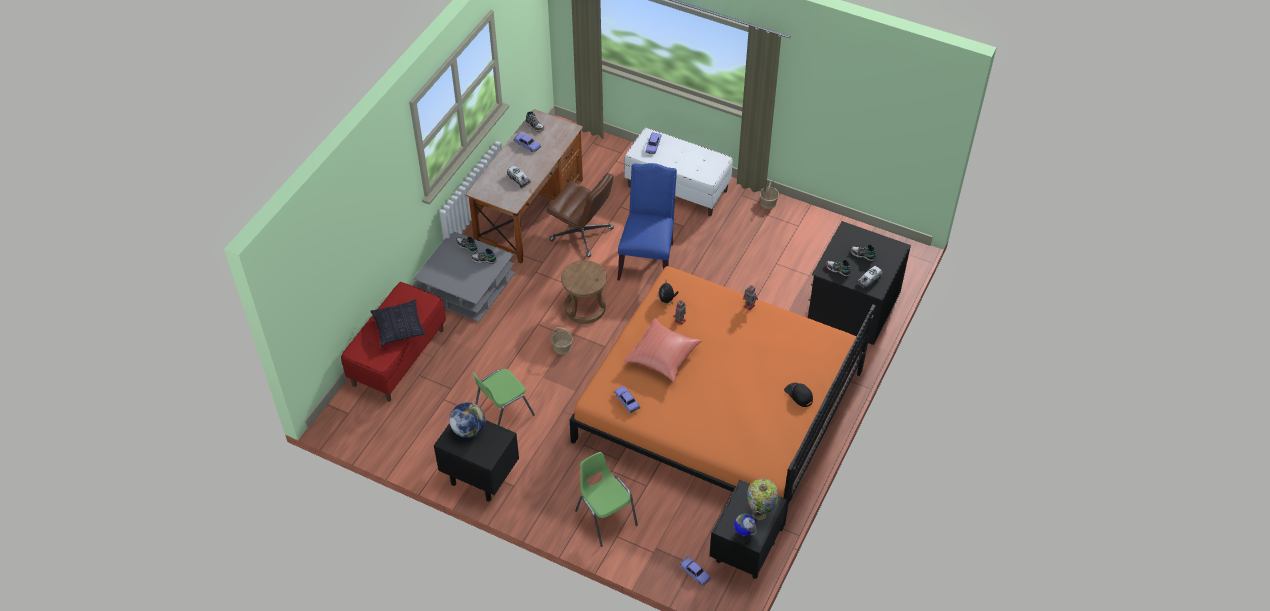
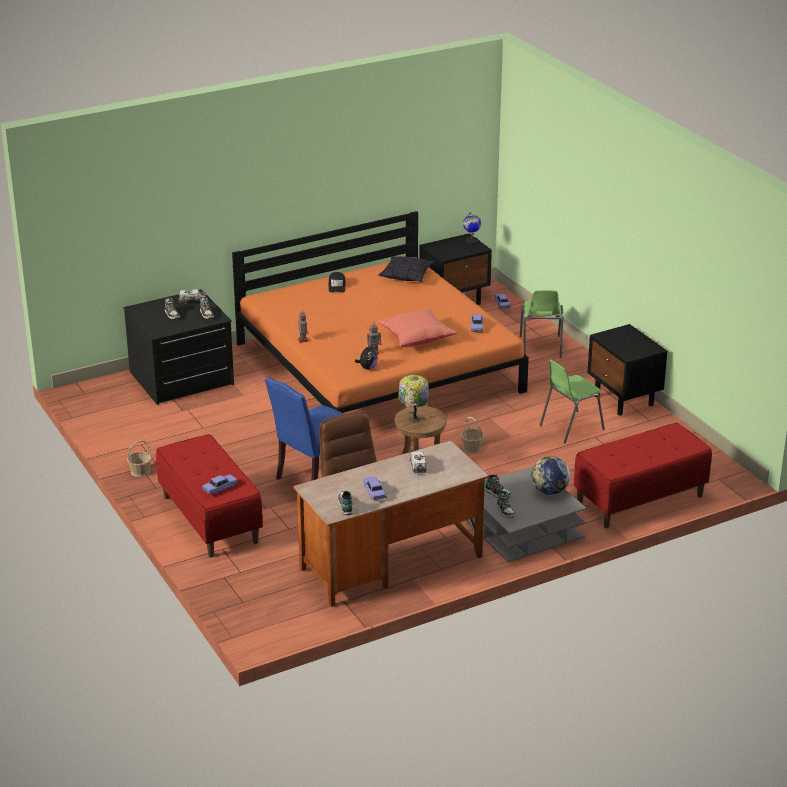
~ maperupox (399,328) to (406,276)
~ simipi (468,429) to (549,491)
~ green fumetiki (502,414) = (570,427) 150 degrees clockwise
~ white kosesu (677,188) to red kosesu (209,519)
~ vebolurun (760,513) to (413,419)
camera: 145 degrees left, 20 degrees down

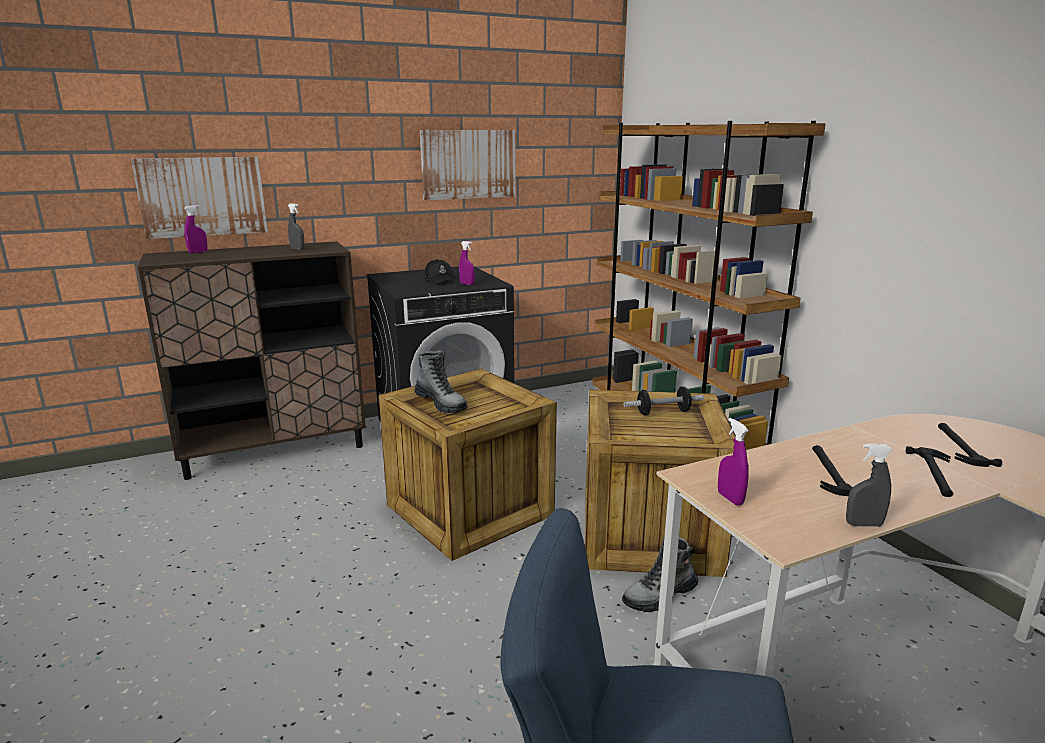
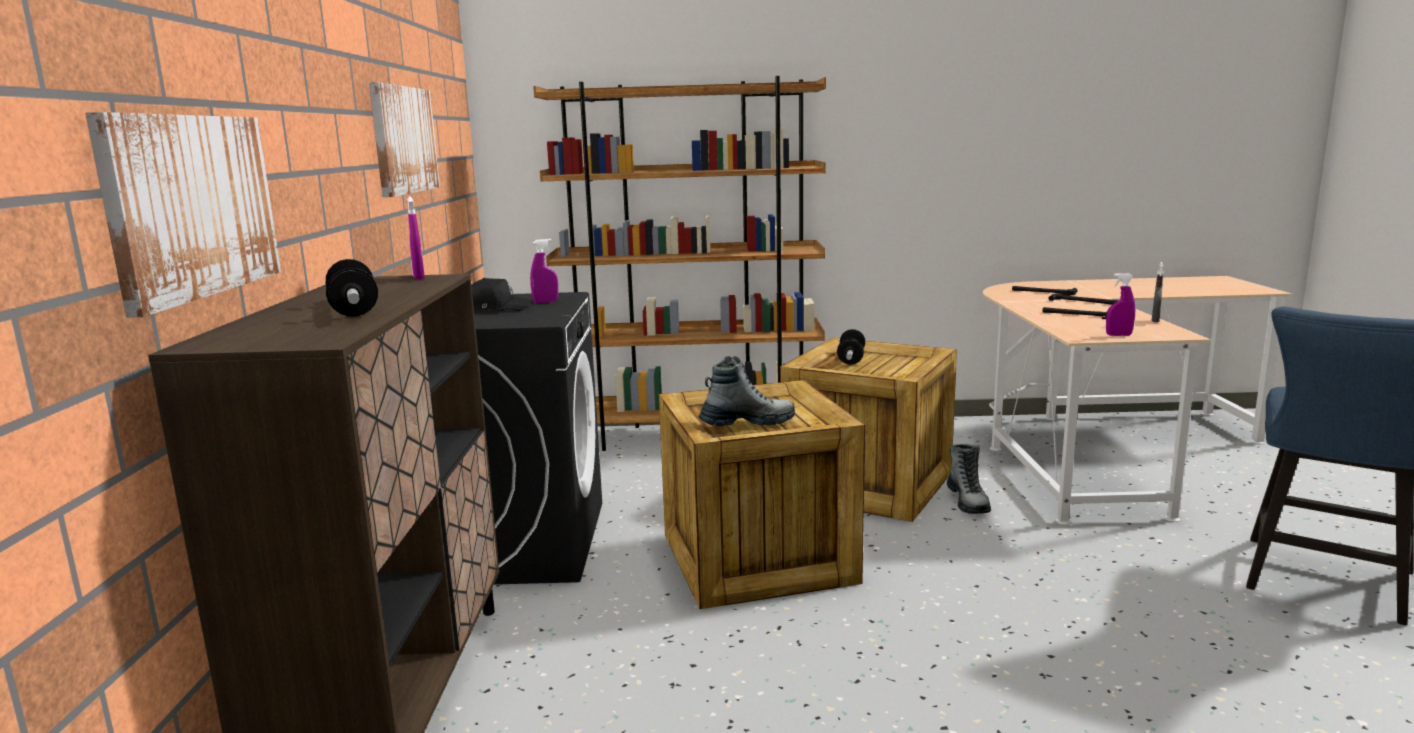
~ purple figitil (198,252) to (419,277)
- grey figitil (297,249)
+ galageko (354,309)
camera: 65 degrees left, 5 degrees down

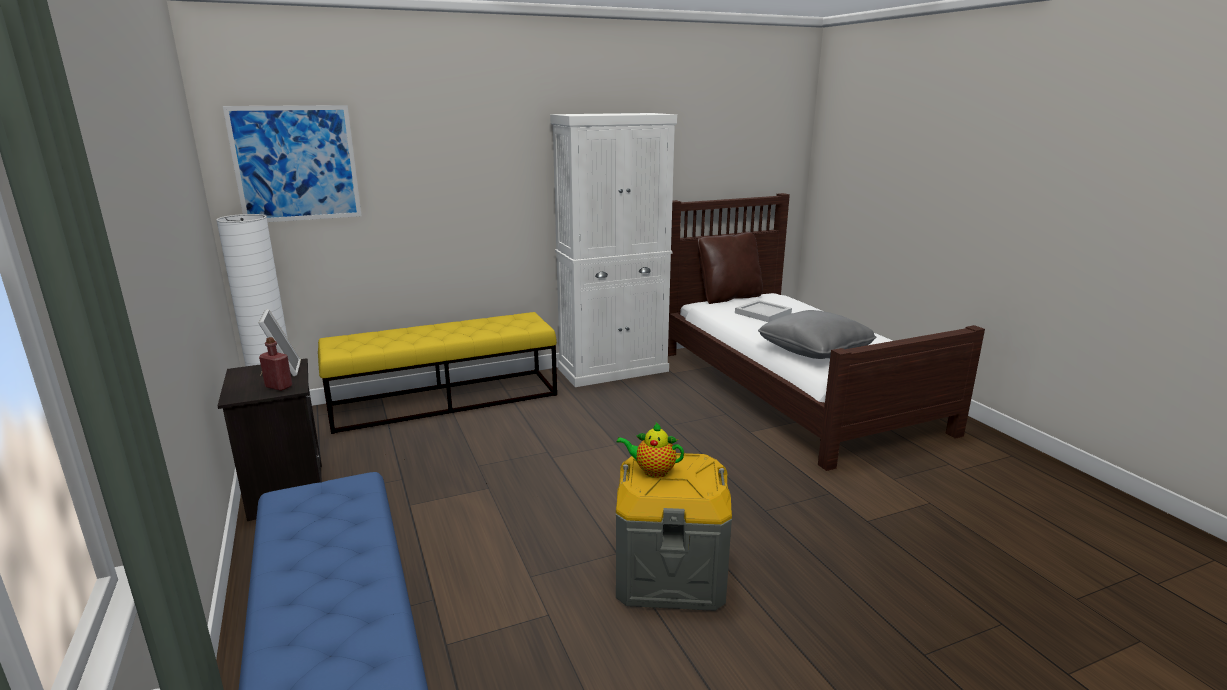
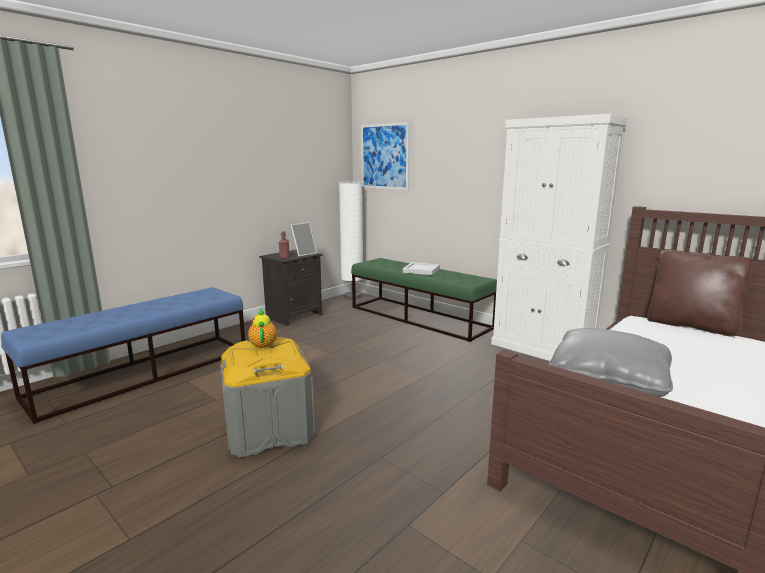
~ yellow kosesu (445,400) to green kosesu (419,317)
~ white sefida (762,313) to (421,270)
camera: 65 degrees right, 5 degrees down

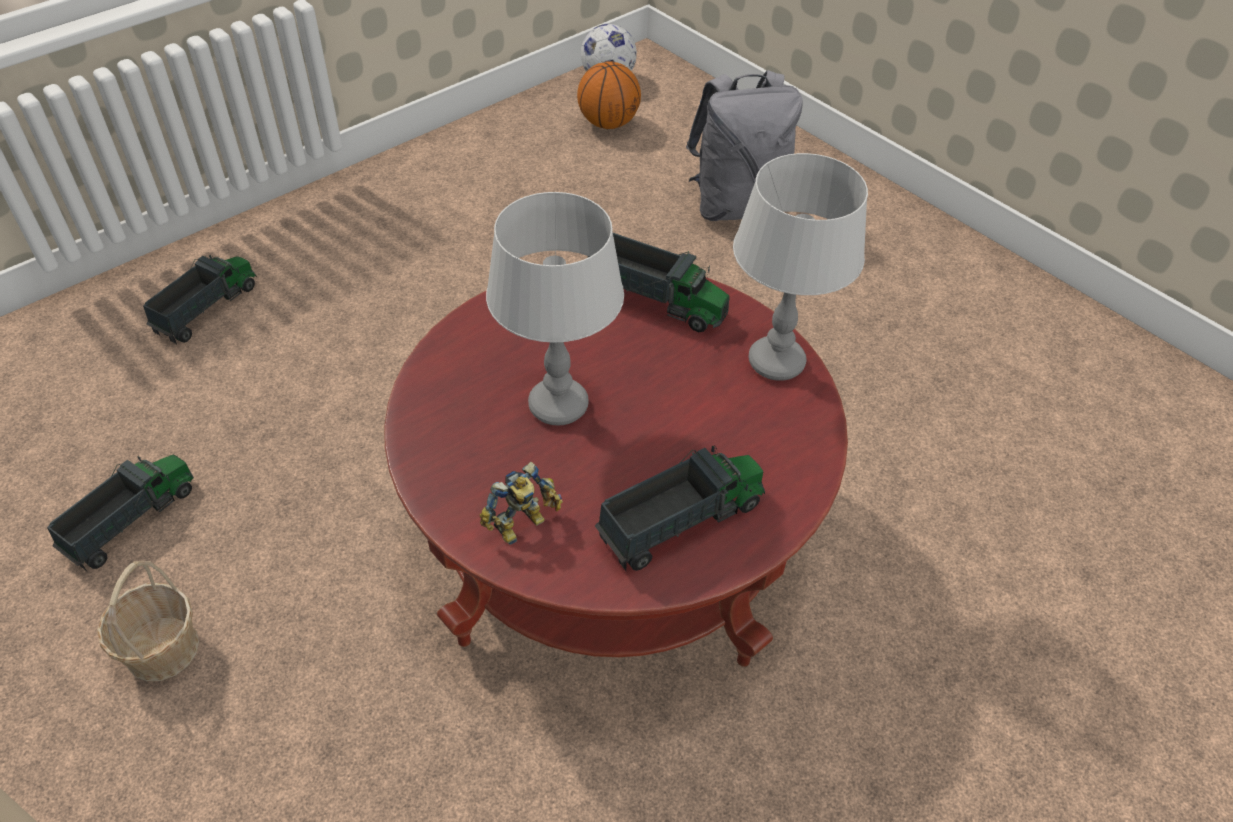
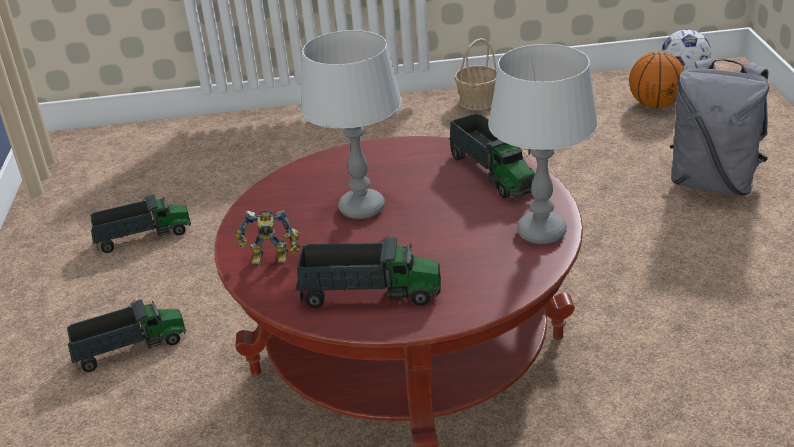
~ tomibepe (161,649) to (477,102)
~ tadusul (207,309) to (129,348)
camera: 40 degrees right, 15 degrees down

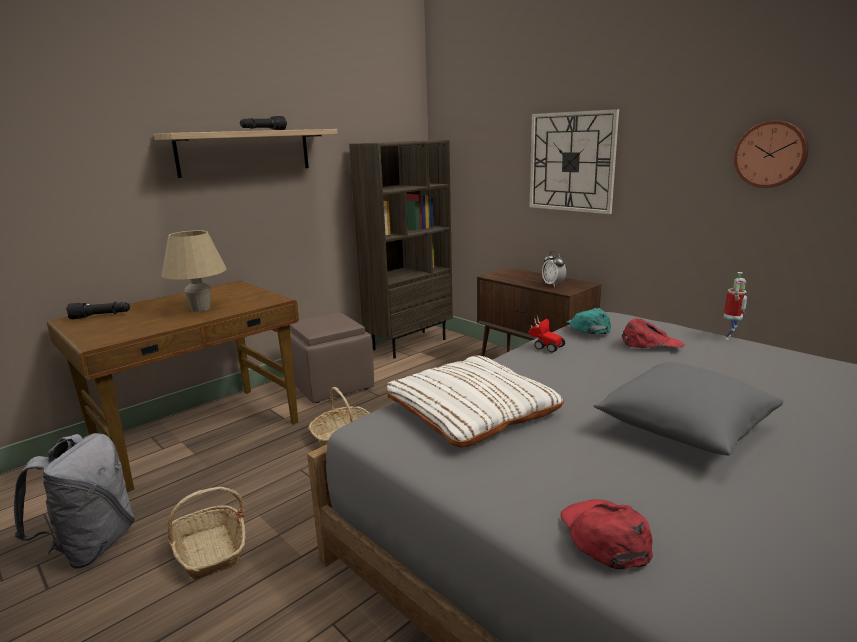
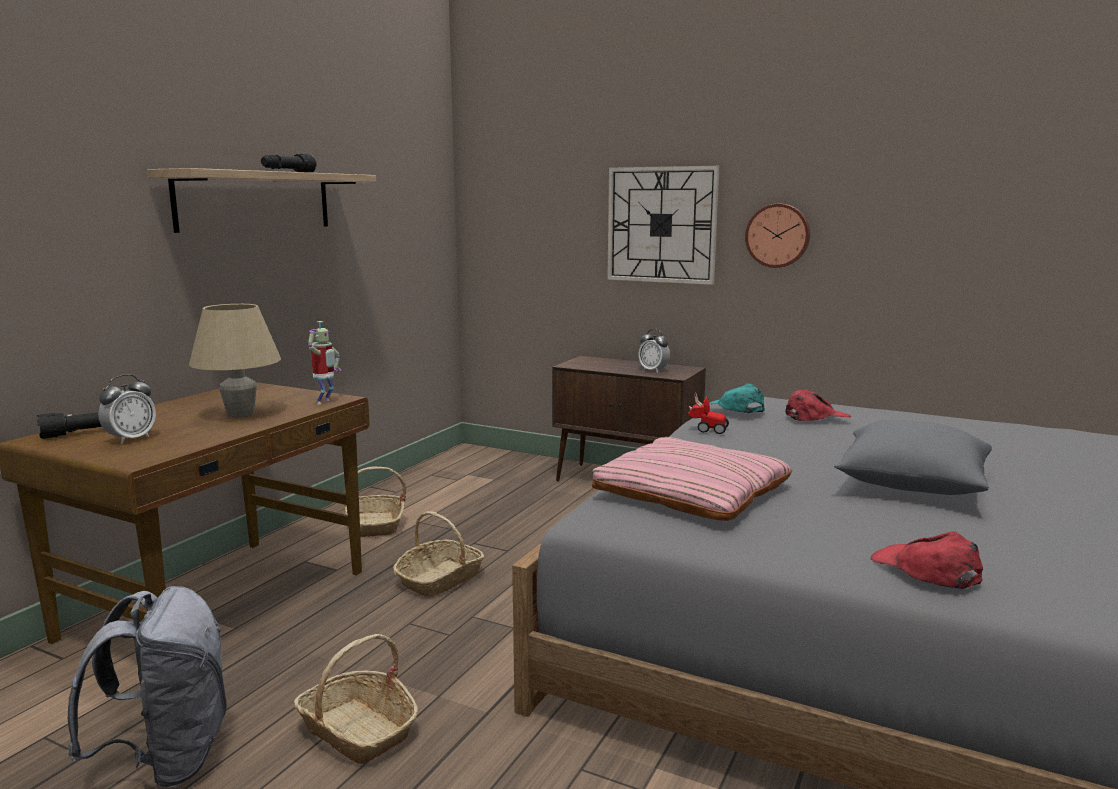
~ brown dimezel (331,386) to tomibepe (375,525)
- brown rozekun (409,344)
~ white maperupox (472,409) to pink maperupox (692,491)
~ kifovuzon (730,338) to (325,402)
~ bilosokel (771,154) to (778,235)
+ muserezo (130,439)
camera: 20 degrees left, 5 degrees down

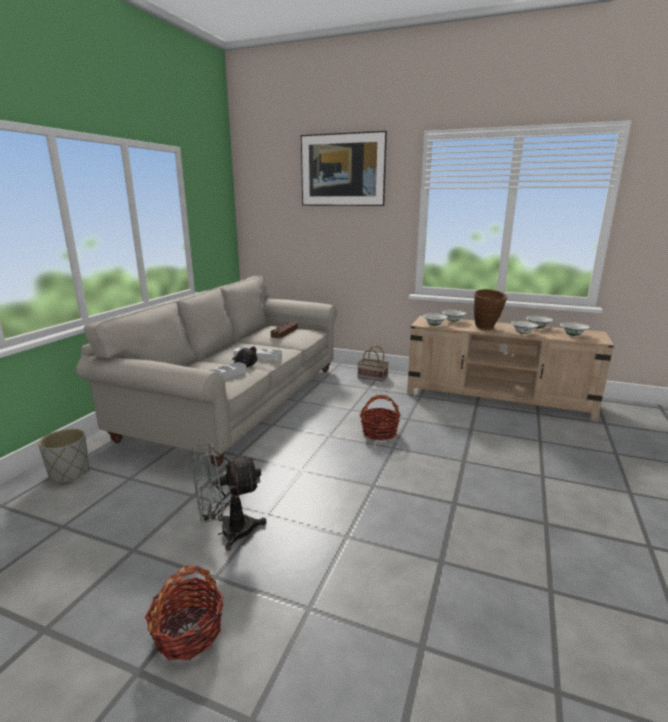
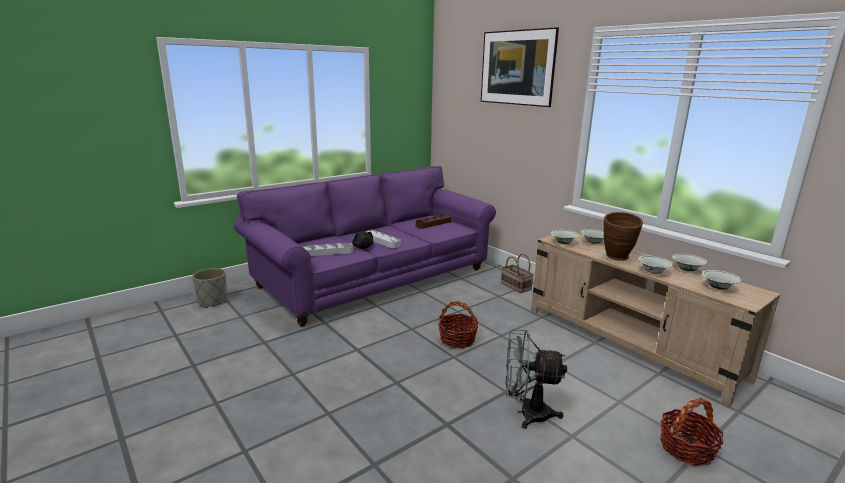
~ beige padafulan (239,400) to purple padafulan (374,278)
~ tomibepe (188,632) to (686,448)
~ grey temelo (228,532) to (526,413)
camera: 30 degrees right, 0 degrees up

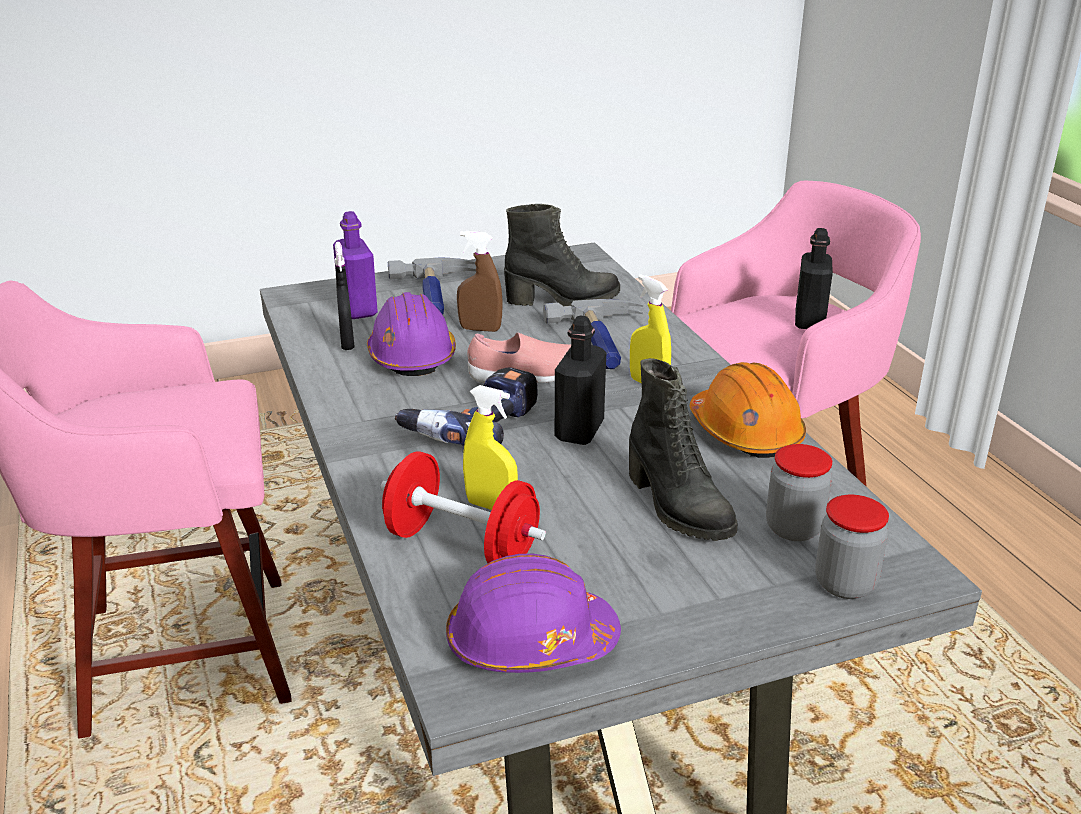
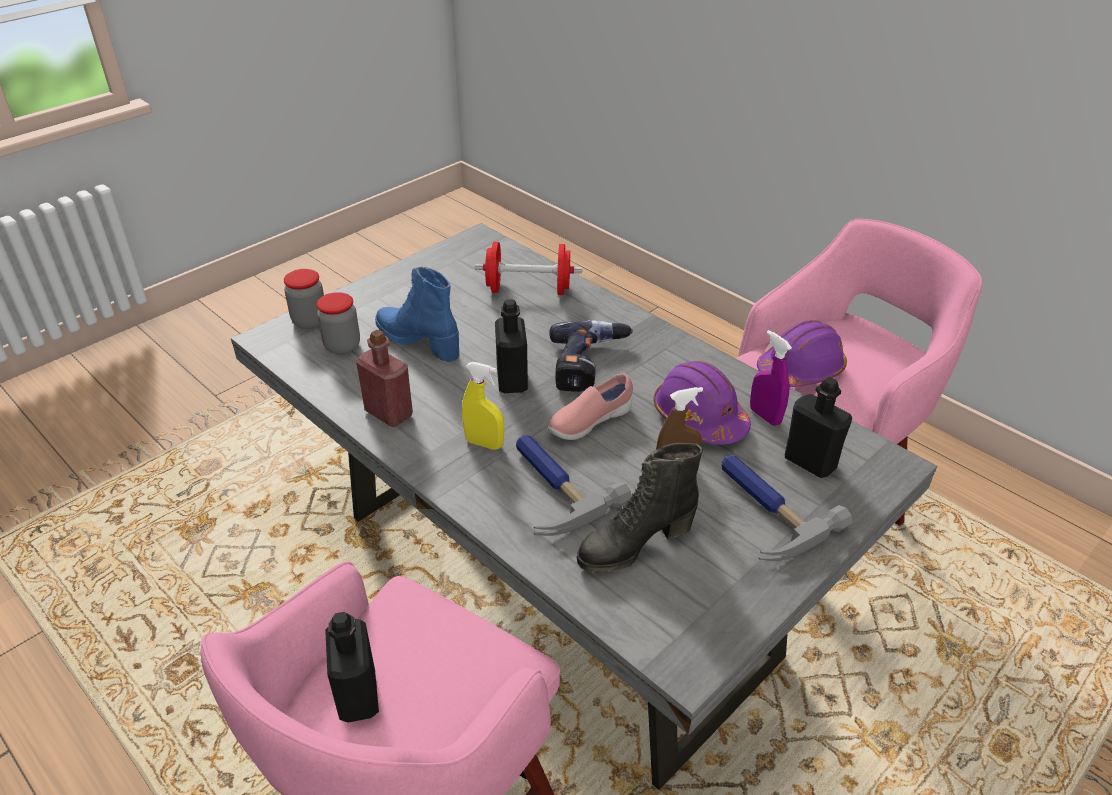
~ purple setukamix (358,309) to black setukamix (810,462)
~ black figitil (347,343) to purple figitil (765,416)
~ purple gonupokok (530,642) to (800,370)
- yellow figitil (491,506)
~ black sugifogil (676,507) to blue sugifogil (419,341)
~ orange gonupokok (745,432) to red setukamix (389,413)
camera: 155 degrees right, 10 degrees up

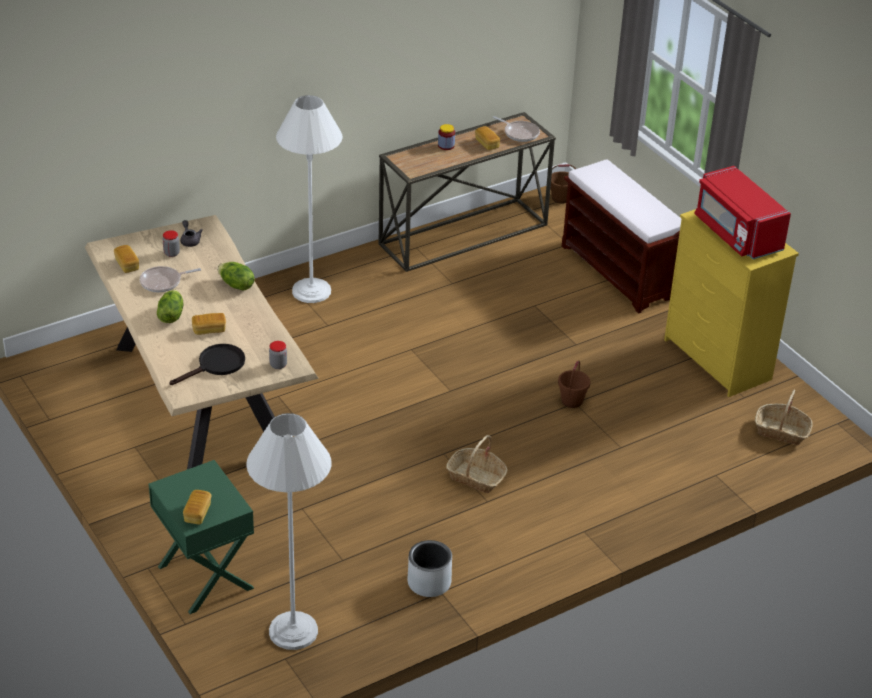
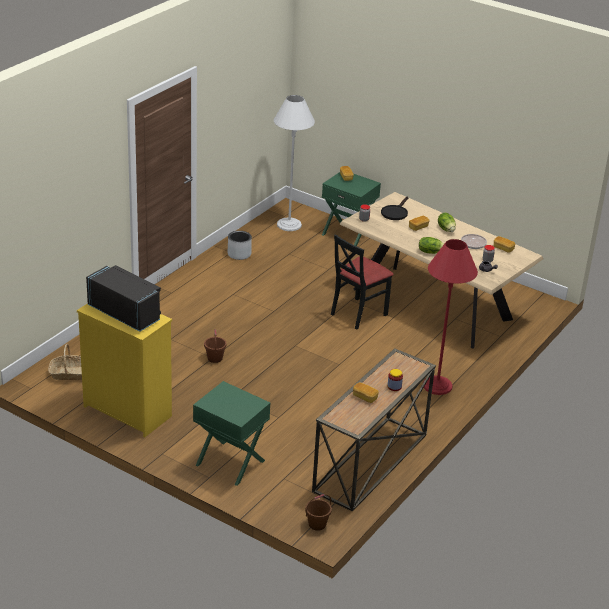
~ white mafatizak (311,291) to red mafatizak (437,385)
- tomibepe (476,477)
- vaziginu (519,133)
~ brown kosesu (619,272) to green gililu (230,463)
~ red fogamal (737,233) to black fogamal (125,313)
+ black fumetiki (358,314)
camera: 155 degrees right, 5 degrees down

